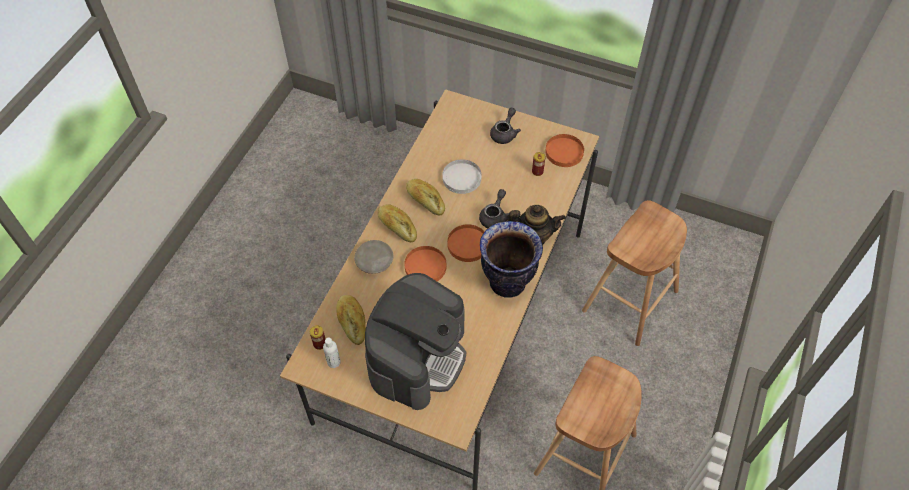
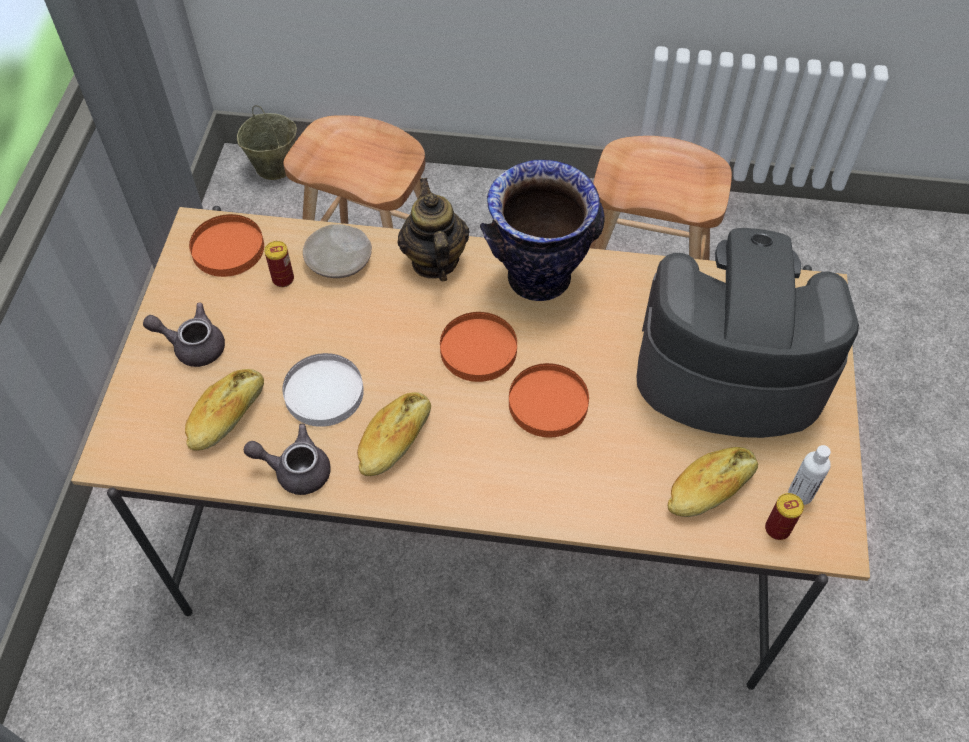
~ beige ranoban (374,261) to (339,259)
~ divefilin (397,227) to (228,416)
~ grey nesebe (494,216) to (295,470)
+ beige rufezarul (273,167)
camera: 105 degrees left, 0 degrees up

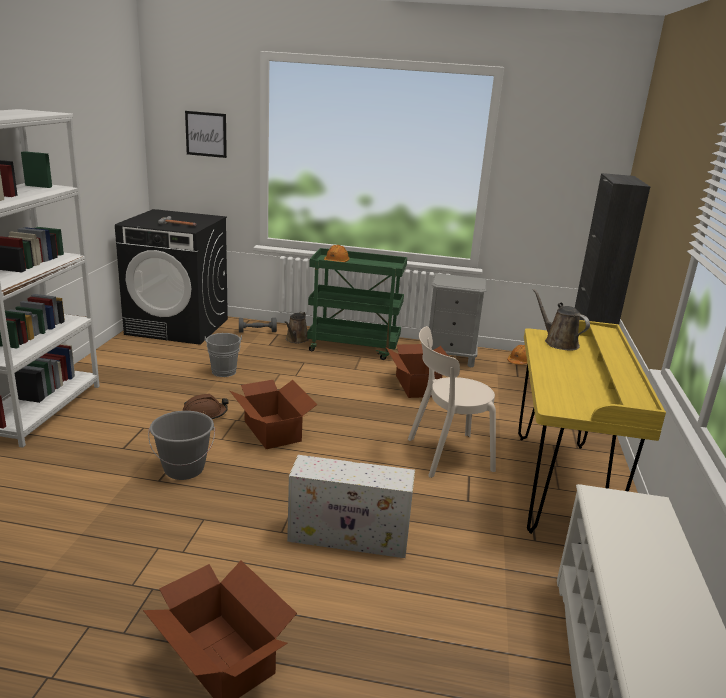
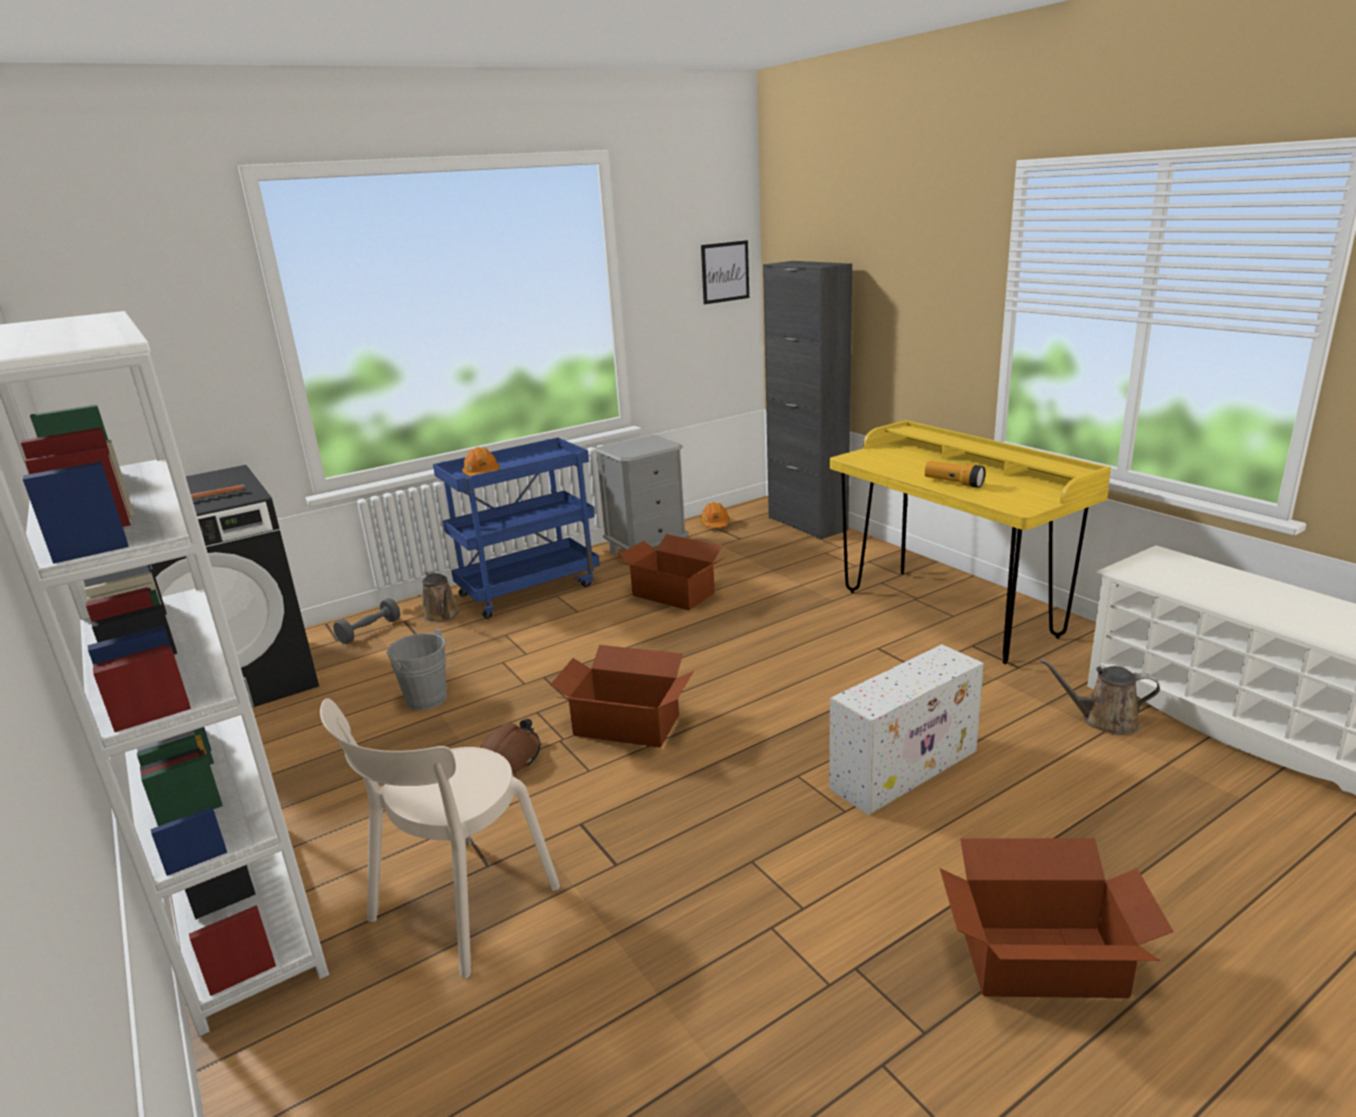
- grey rufezarul (184,469)
~ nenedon (206,134) to (725,272)
~ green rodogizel (354,347) to blue rodogizel (529,589)
~ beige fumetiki (445,455) to (458,909)
~ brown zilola (558,342) to (1104,720)
+ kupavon (953,483)
camera: 40 degrees left, 0 degrees up

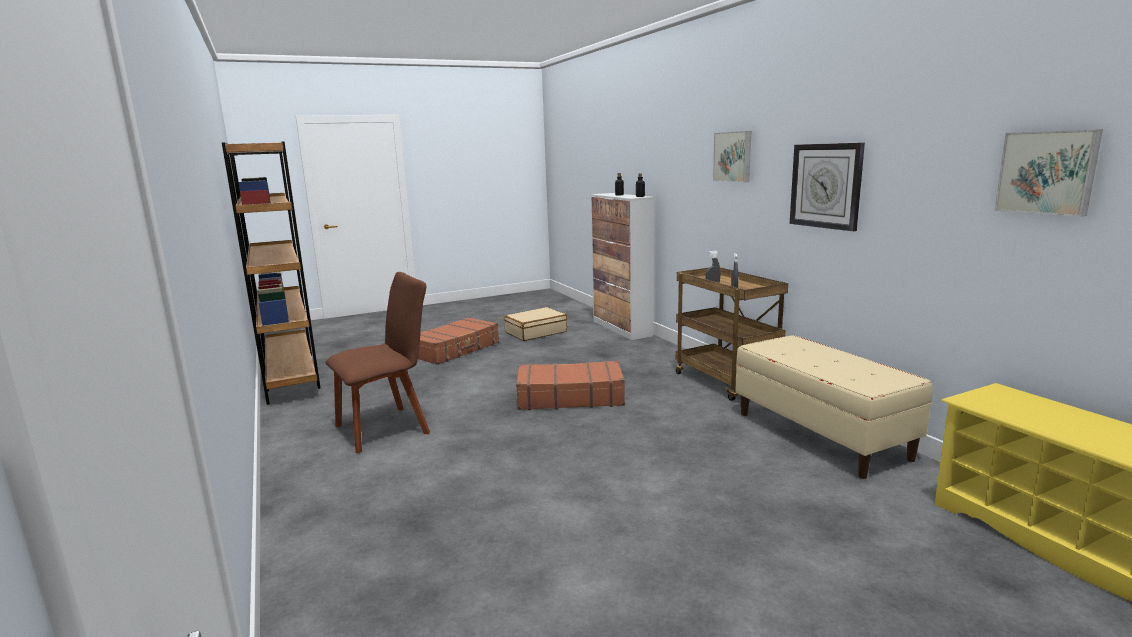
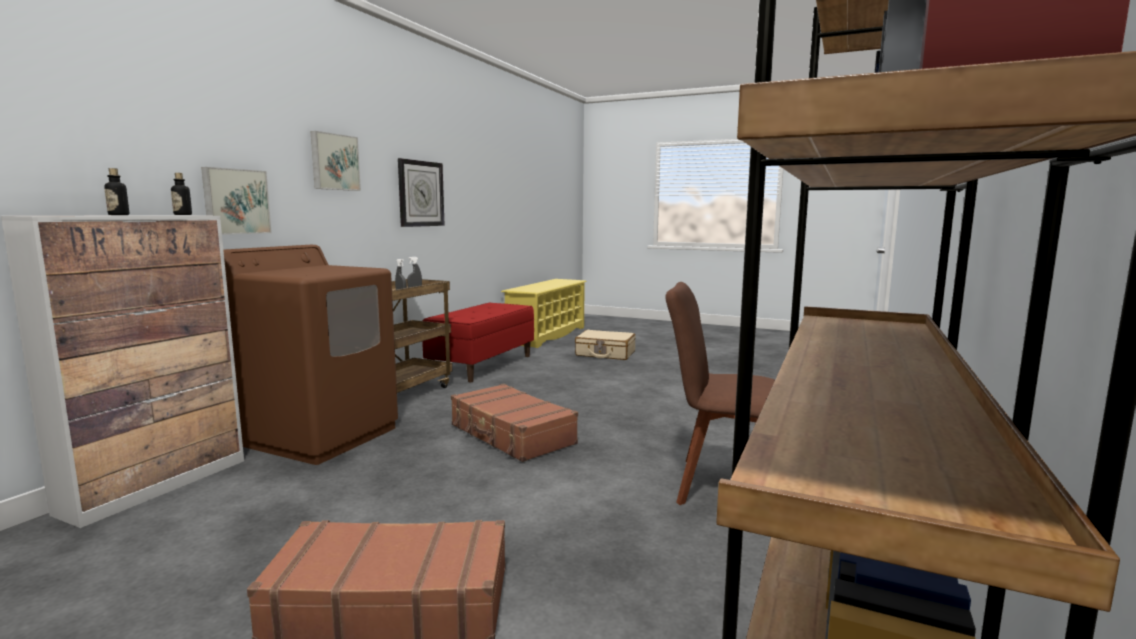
~ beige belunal (536,332) to (605,353)
~ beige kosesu (821,435) to red kosesu (482,365)
~ nenedon (1047,172) to (235,201)
+ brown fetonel (320,435)
camera: 130 degrees left, 5 degrees down

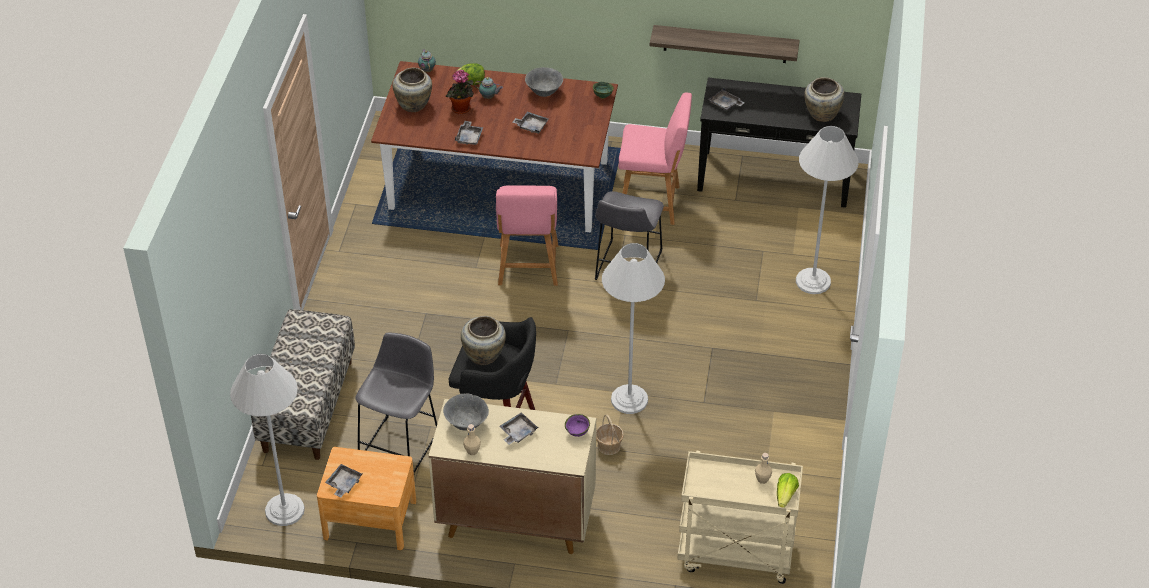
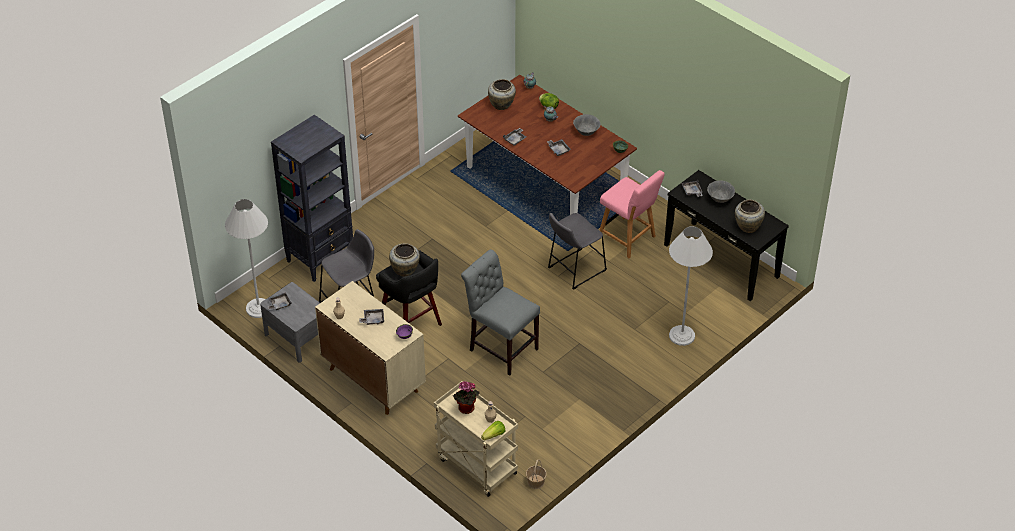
~ kosesu (307,405) to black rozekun (321,258)
~ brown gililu (370,519) to grey gililu (297,337)
~ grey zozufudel (466,424) to (720,199)
~ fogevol (461,109) to (465,409)
- pink fumetiki (528,267)
~ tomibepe (609,446) to (535,482)
~ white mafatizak (629,399) to grey fumetiki (501,347)
- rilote (725,44)
camera: 35 degrees right, 0 degrees up

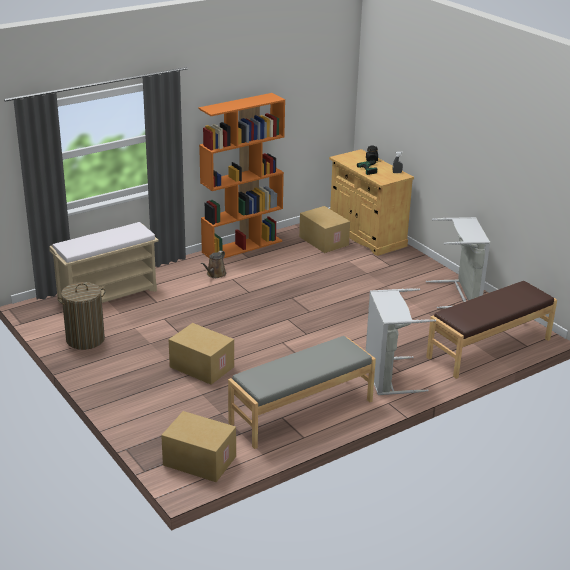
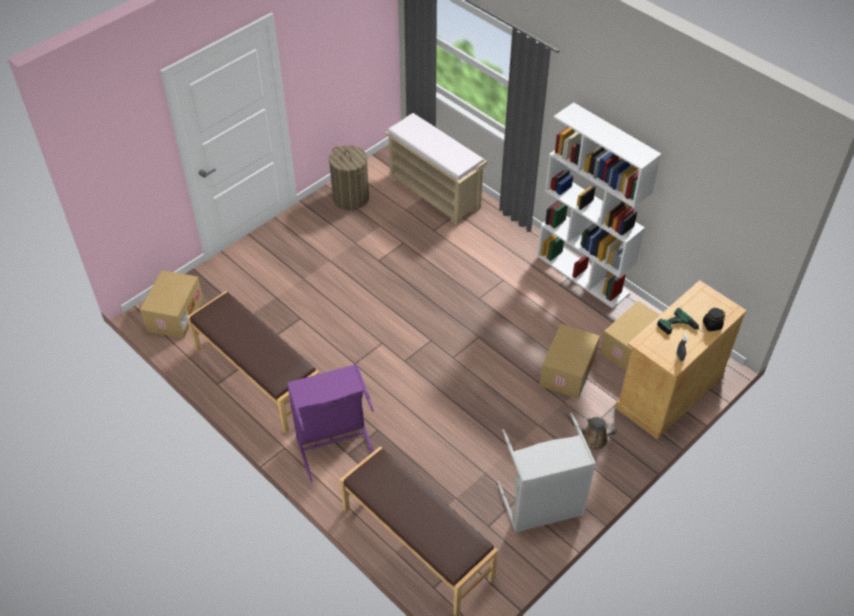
~ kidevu (201,367) to (566,371)
~ orange rozekun (242,246) to white rozekun (583,274)
~ brown zilola (215,274) to (591,438)
~ grey kosesu (302,412) to brown kosesu (257,377)
~ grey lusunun (387,377) to purple lusunun (334,443)
camera: 80 degrees right, 20 degrees up

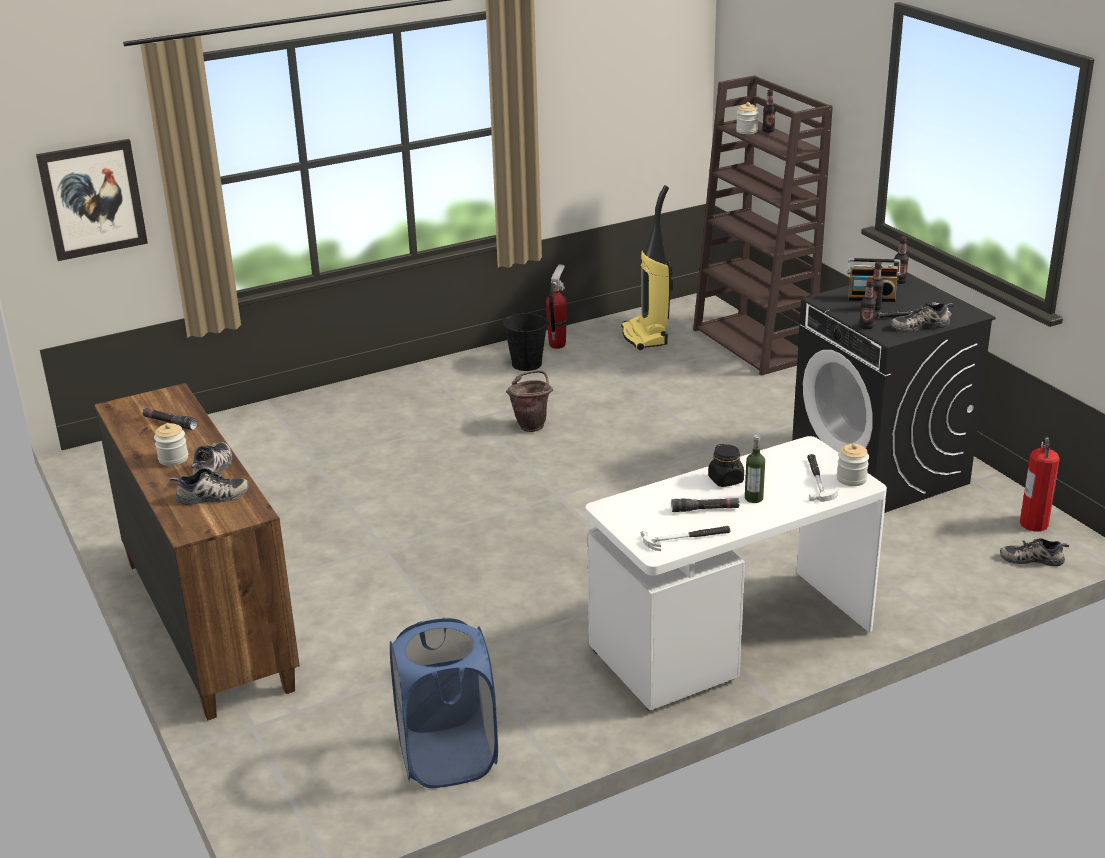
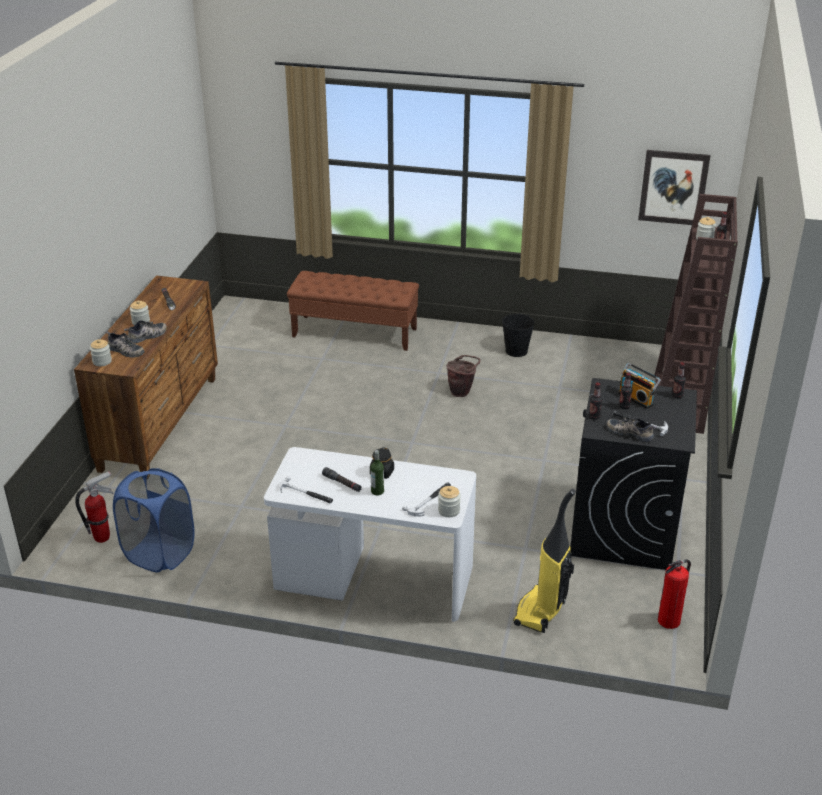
~ nenedon (92,199) to (673,187)
~ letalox (557,345) to (102,537)
~ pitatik (646,337) to (541,612)
- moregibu (1032,558)
+ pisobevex (102,361)
+ brown kosesu (355,333)
camera: 40 degrees right, 5 degrees up

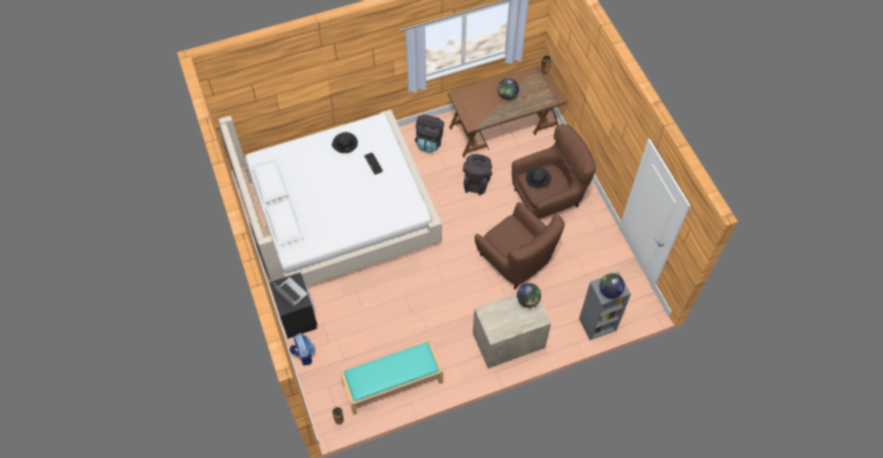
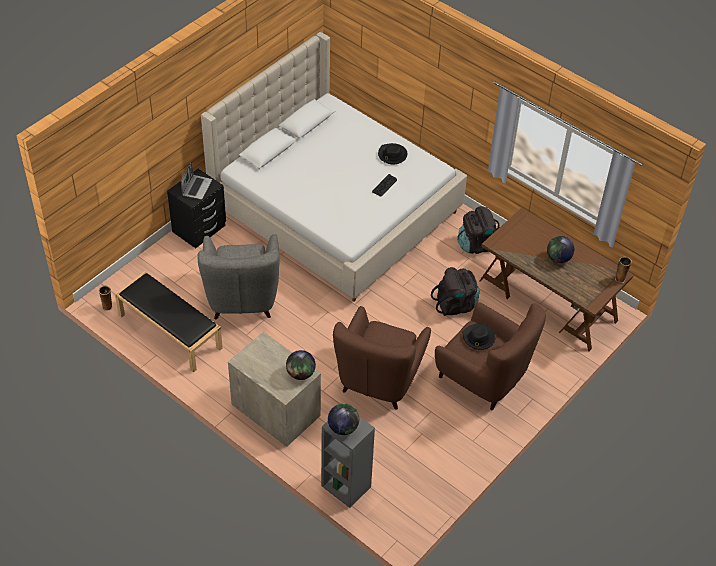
- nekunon (304,354)
~ turquoise kosesu (392,383) to black kosesu (169,331)
+ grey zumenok (242,297)
camera: 60 degrees right, 10 degrees down

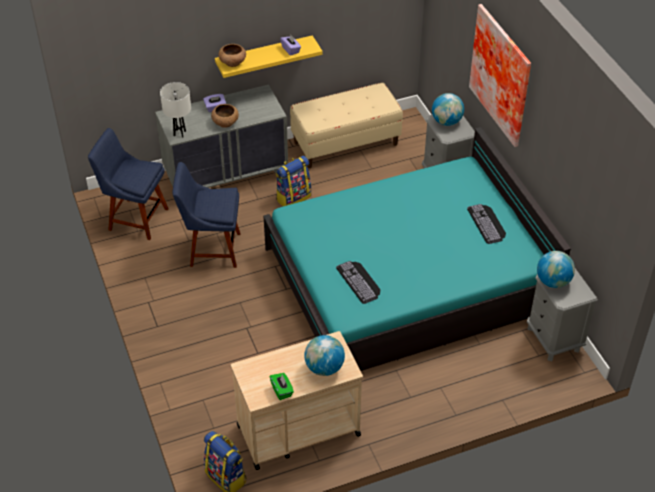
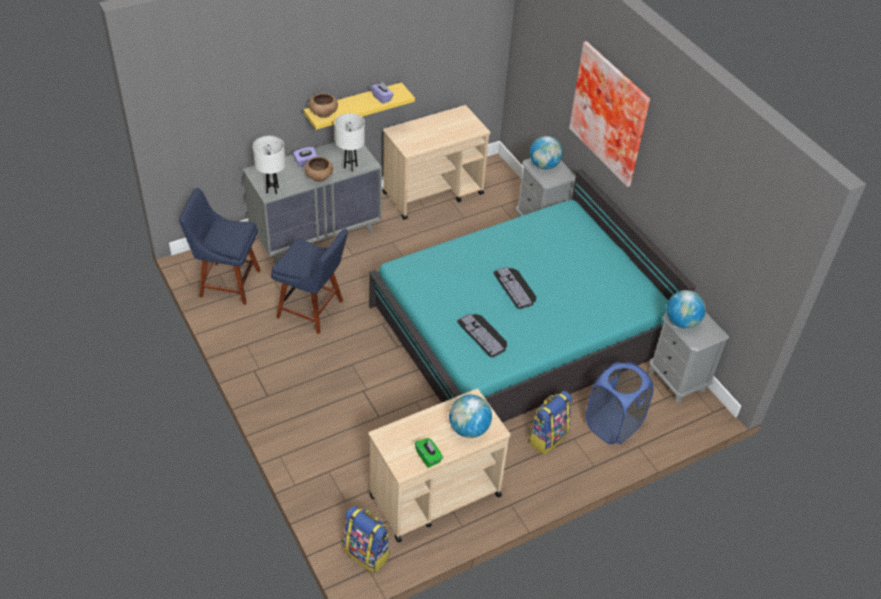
~ blue fumetiki (212,249) = (313,310) 150 degrees counterclockwise
~ nekunon (293,197) to (547,437)
~ beige kosesu (345,143) to beige rodogizel (433,193)
~ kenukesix (488,223) to (516,287)
+ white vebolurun (350,167)
+ blue lusunun (613,425)
camera: 10 degrees left, 0 degrees up

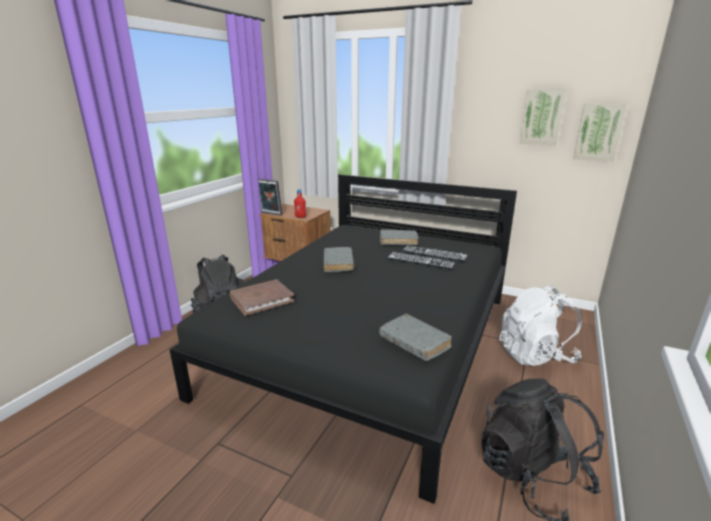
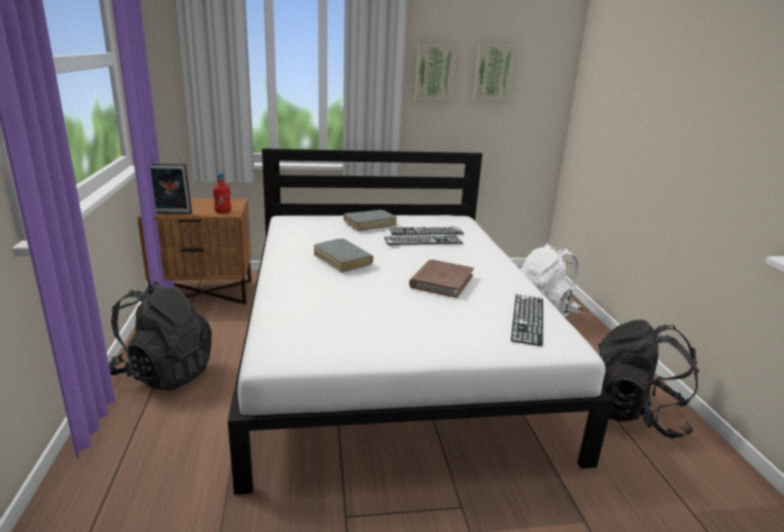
~ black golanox (370,342) to white golanox (390,348)
~ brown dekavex (261,299) to (441,281)
~ grey dekavex (414,343) to kenukesix (527,318)
~ nenedon (598,132) to (434,74)
camera: 35 degrees left, 0 degrees up

